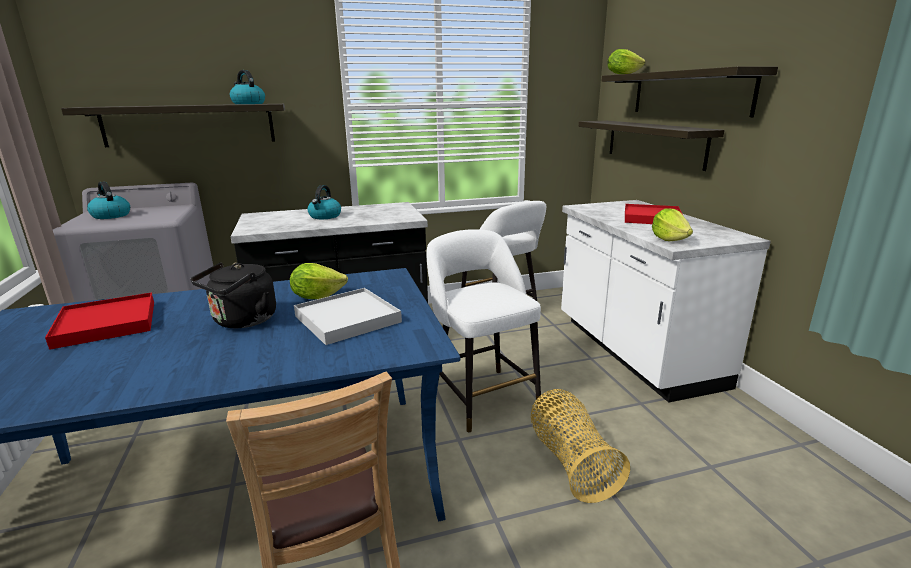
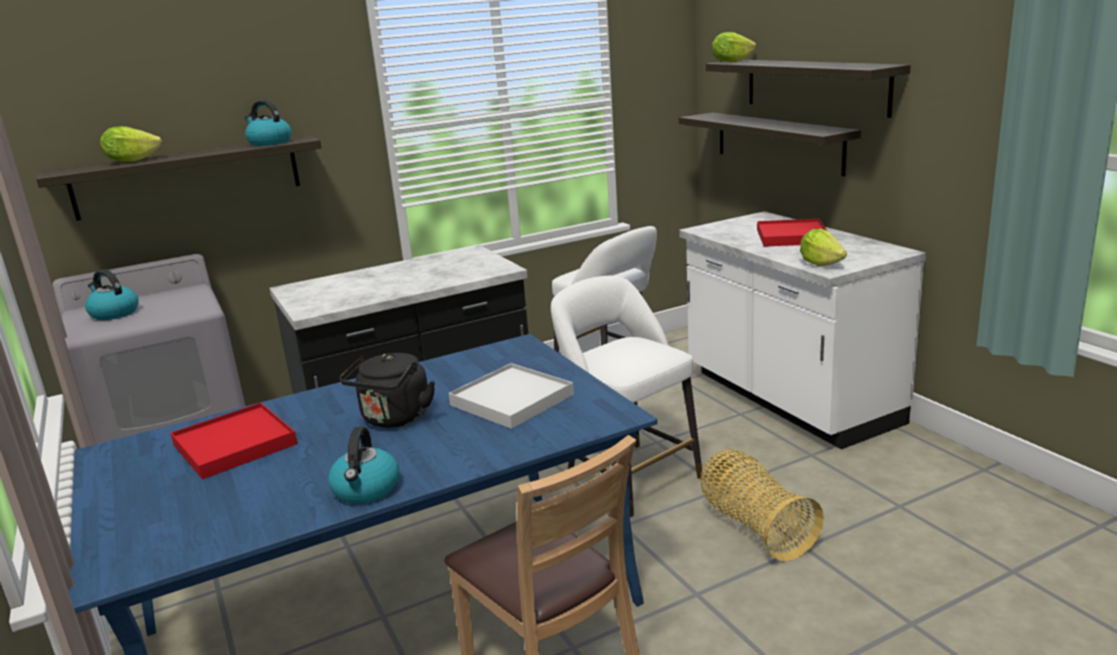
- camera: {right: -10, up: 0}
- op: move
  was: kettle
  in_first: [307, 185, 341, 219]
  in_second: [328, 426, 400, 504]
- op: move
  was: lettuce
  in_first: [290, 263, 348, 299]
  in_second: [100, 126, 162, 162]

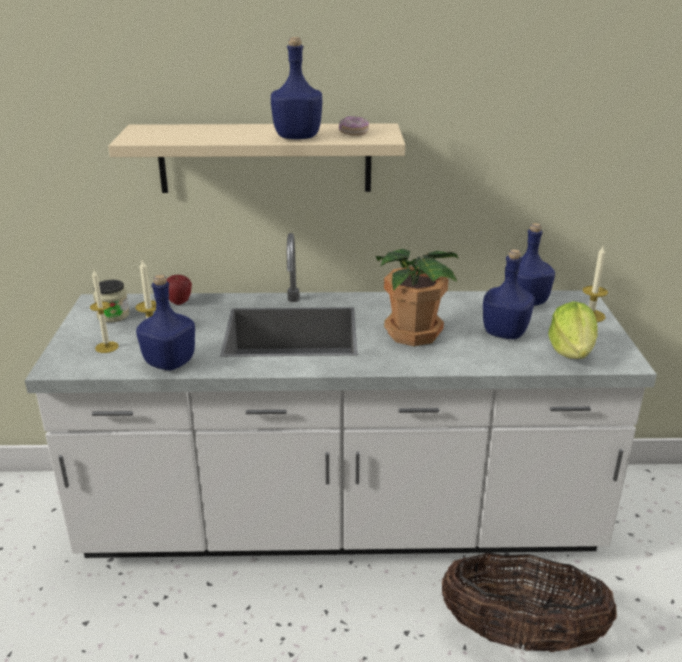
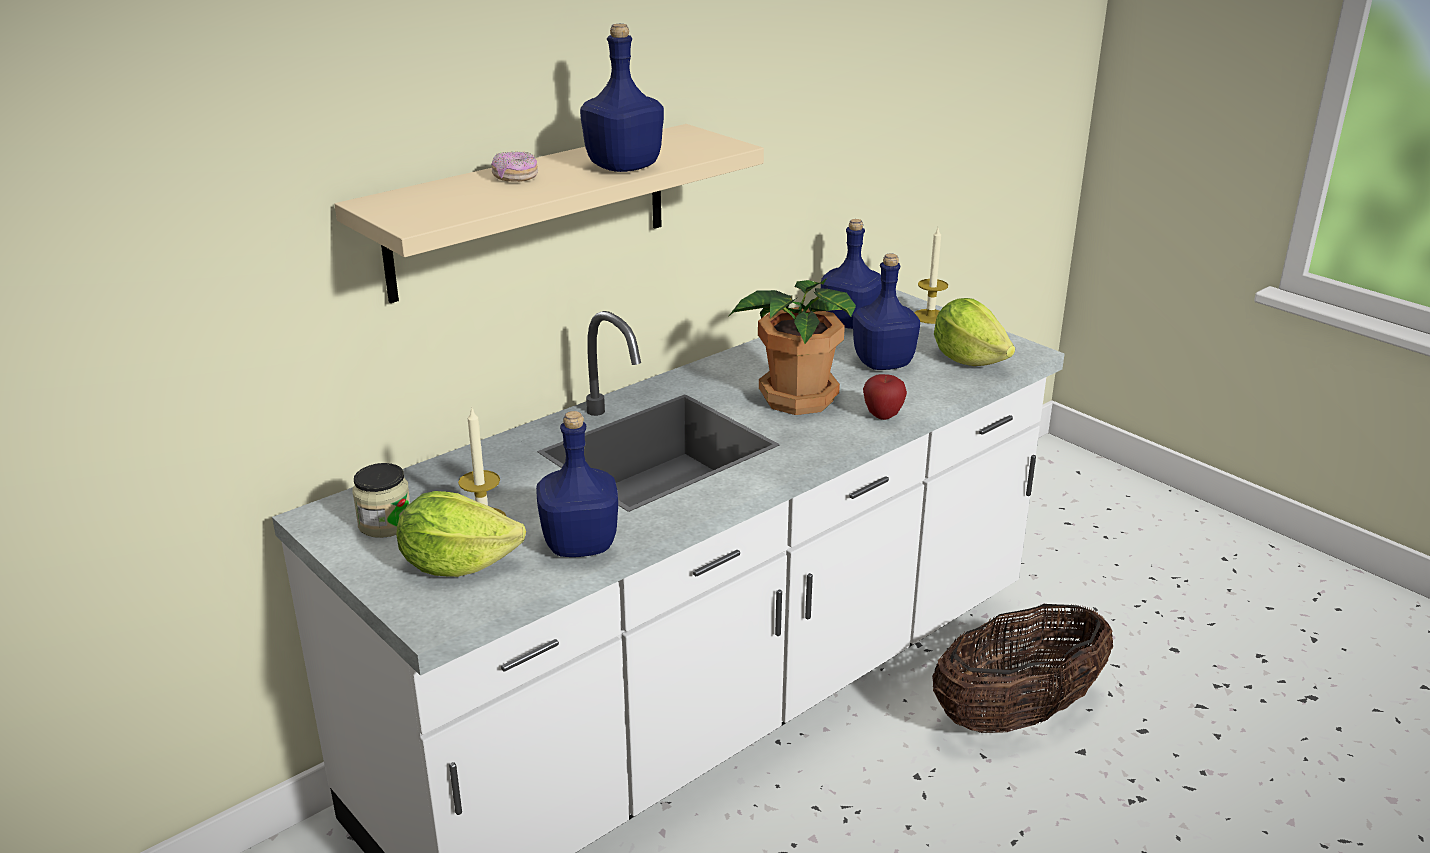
- camera: {right: -40, up: 0}
- op: move
  was: donut
  in_first: [339, 116, 369, 136]
  in_second: [491, 152, 538, 182]
- op: replace
  was: candle
  now: lettuce
  in_first: [90, 270, 119, 353]
  in_second: [397, 491, 526, 577]
- op: move
  was: apple
  in_first: [167, 275, 192, 305]
  in_second: [863, 374, 907, 420]

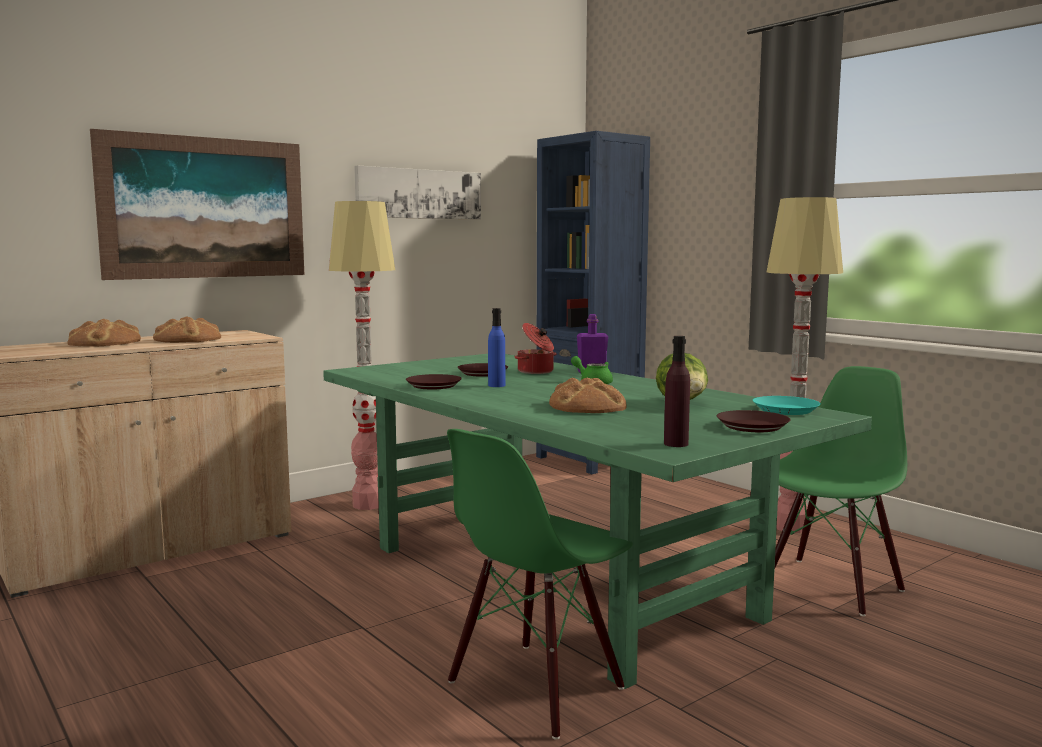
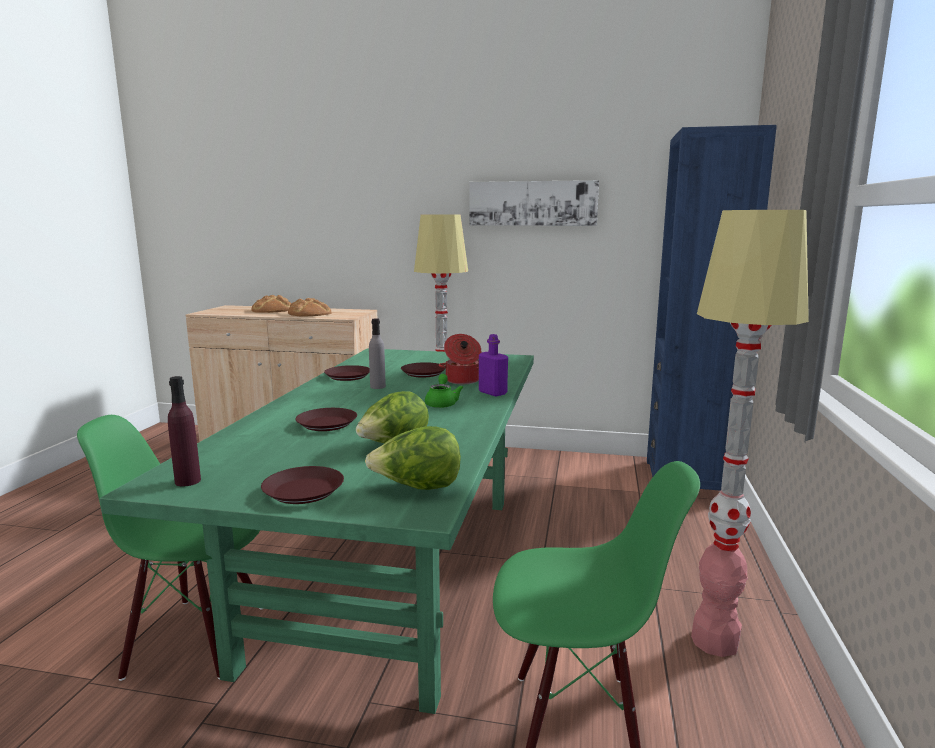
- camera: {right: 50, up: 5}
- op: delete
  was: picture
  in_first: [90, 129, 304, 280]
- op: recolor
  was: blue bottle
  now: grey bottle
  in_first: [488, 308, 506, 387]
  in_second: [369, 318, 386, 389]
- op: replace
  was: bread
  now: brown plate
  in_first: [549, 377, 627, 413]
  in_second: [295, 408, 357, 431]
- op: replace
  was: turquoise plate
  now: lettuce
  in_first: [753, 396, 821, 415]
  in_second: [365, 426, 461, 490]

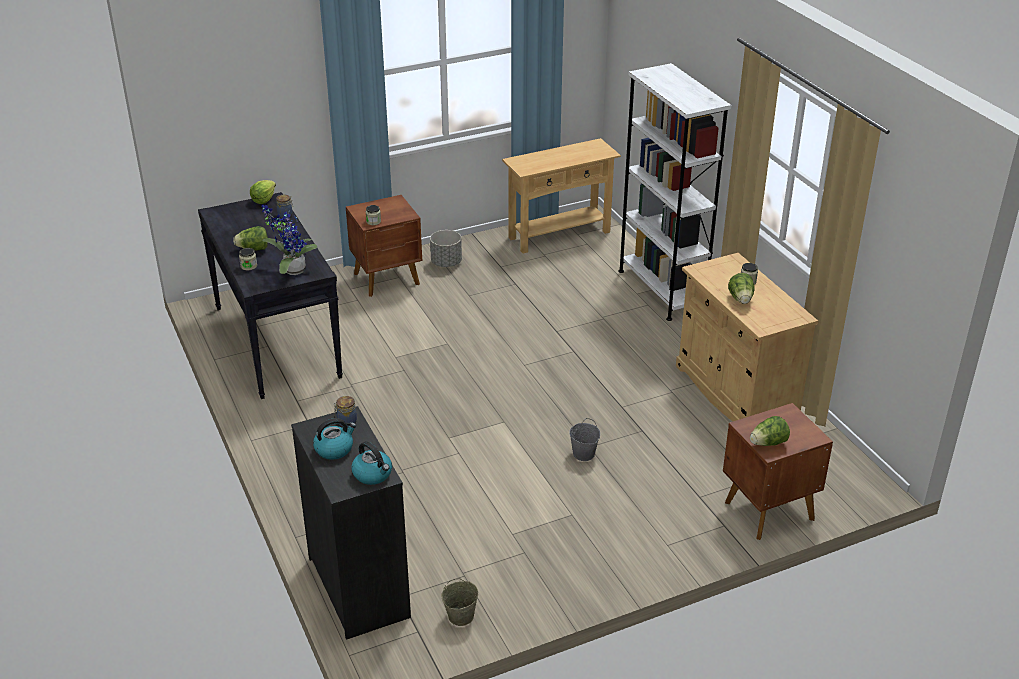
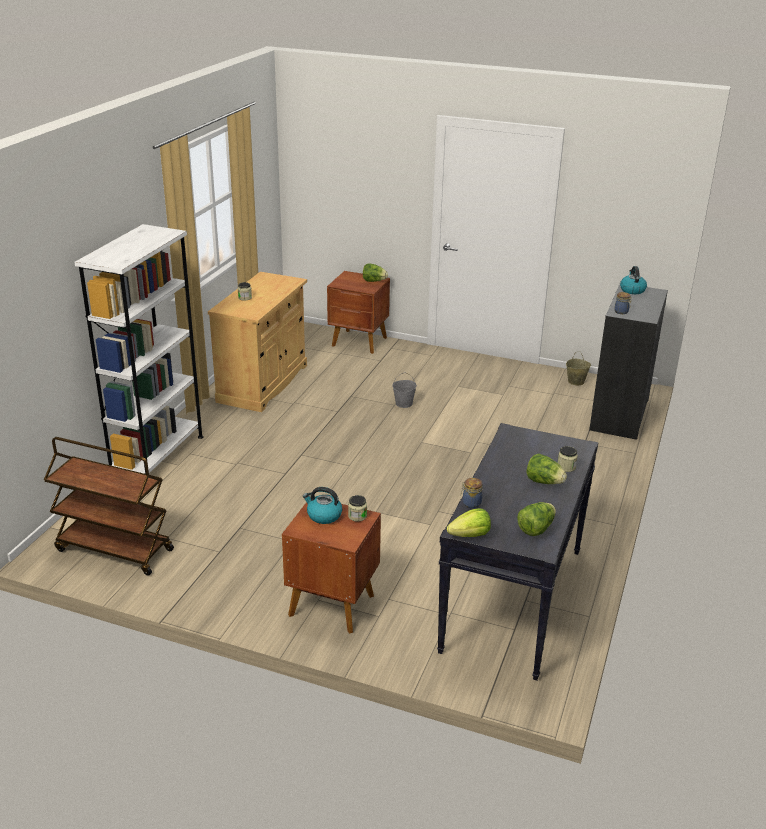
- camera: {right: -135, up: -5}
- op: replace
  was: beige console table
  now: brown cart
  in_first: [502, 138, 621, 253]
  in_second: [44, 437, 174, 576]
- op: delete
  was: potted plant
  in_first: [261, 205, 317, 275]
- op: delete
  was: grey planter
  in_first: [430, 230, 462, 267]
- op: move
  was: lettuce
  in_first: [728, 273, 755, 304]
  in_second: [517, 502, 556, 536]
- op: move
  was: kettle
  in_first: [313, 418, 356, 460]
  in_second: [303, 487, 342, 524]

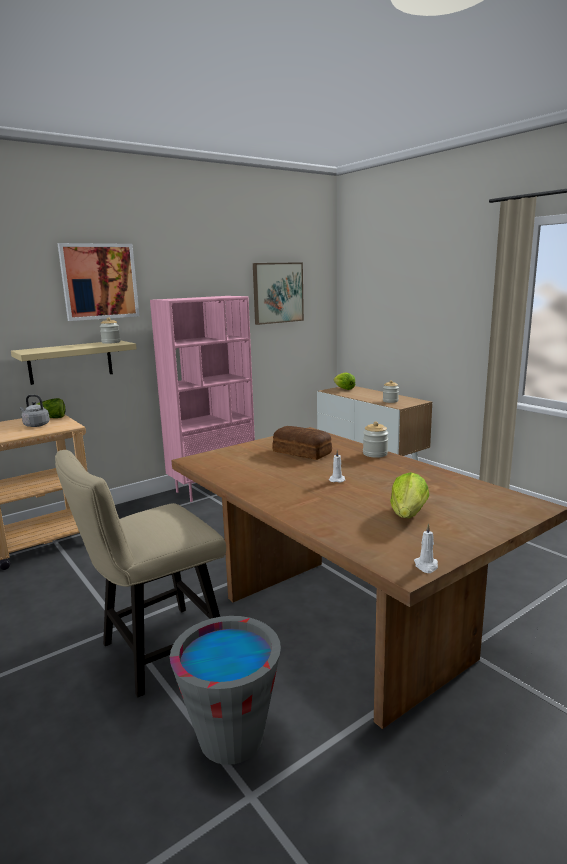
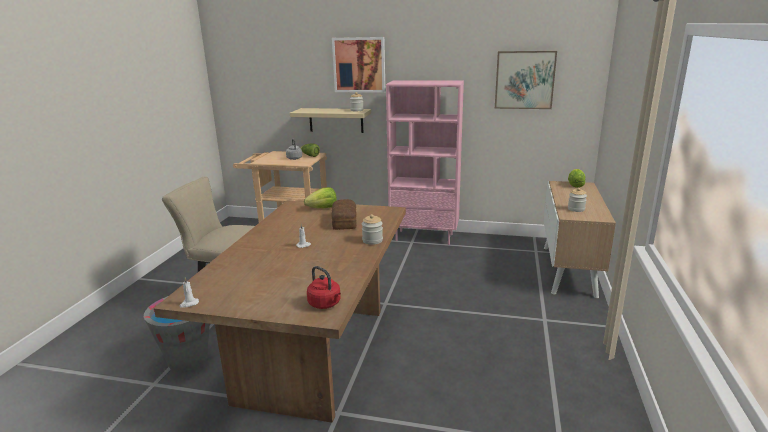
- camera: {right: 50, up: 5}
- op: move
  was: lettuce
  in_first: [390, 472, 429, 518]
  in_second: [304, 187, 337, 208]
- op: insert
  now: red kettle
  in_second: [307, 266, 341, 309]

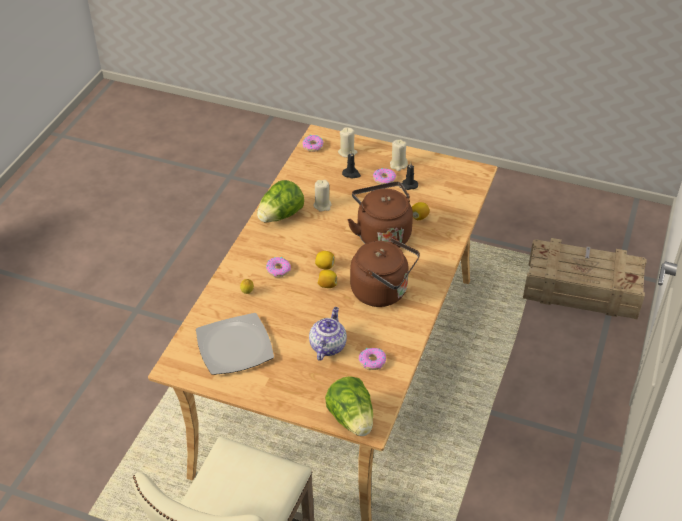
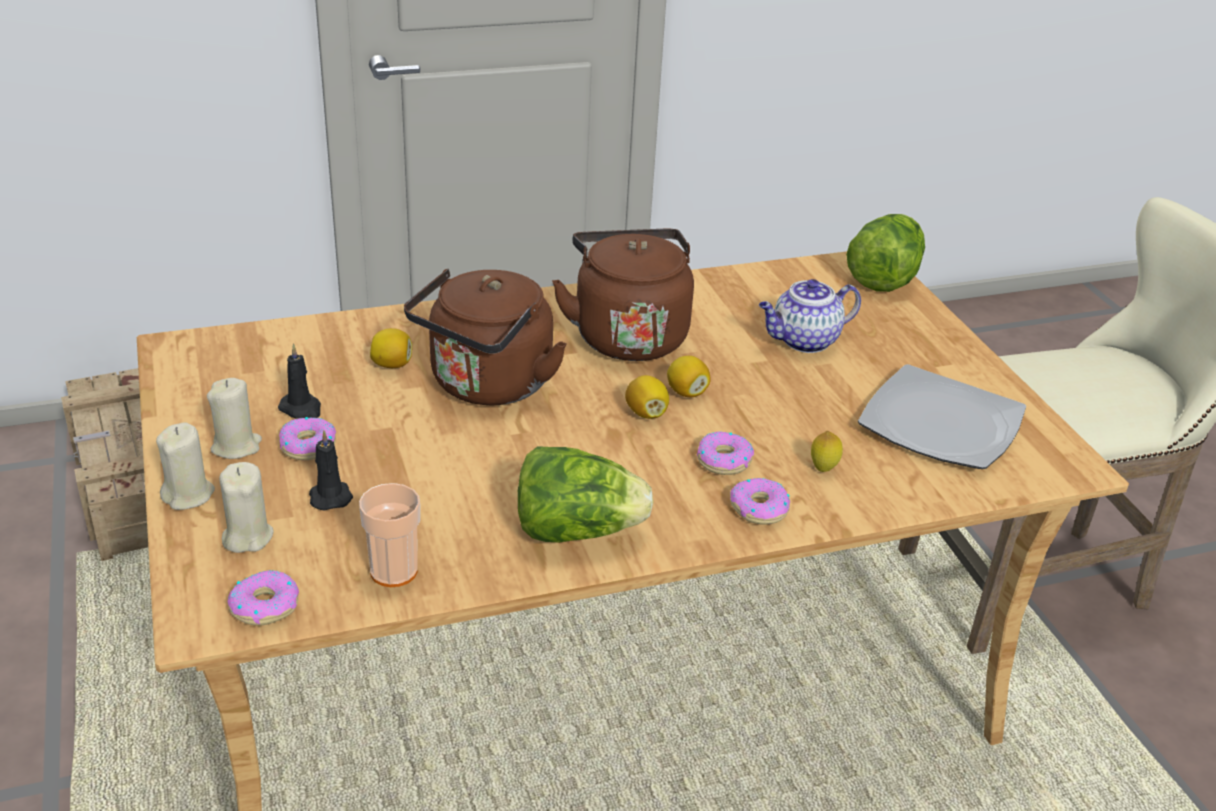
- camera: {right: -130, up: -10}
- op: move
  was: beige candle
  in_first: [314, 180, 332, 212]
  in_second: [156, 423, 215, 510]
- op: move
  was: donut
  in_first: [358, 348, 386, 370]
  in_second: [730, 478, 790, 525]
- op: insert
  now: cup
  in_second: [359, 483, 420, 587]

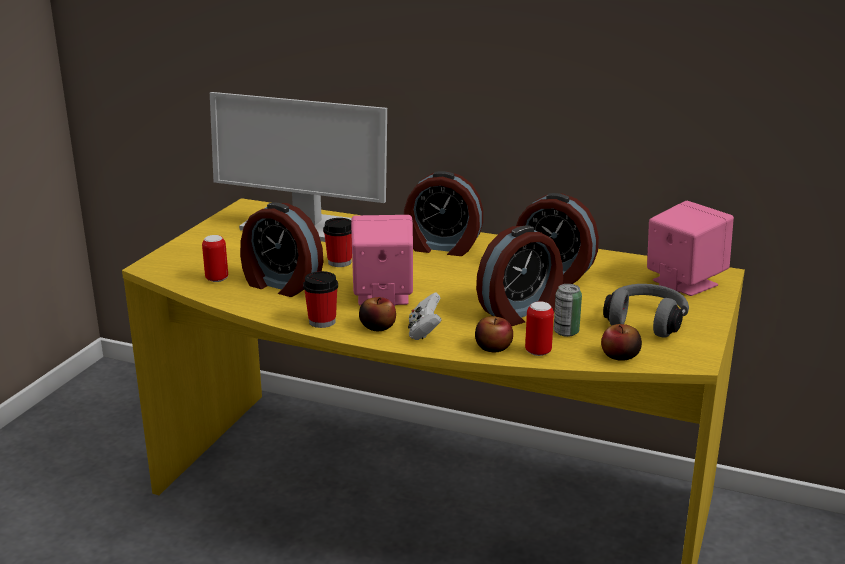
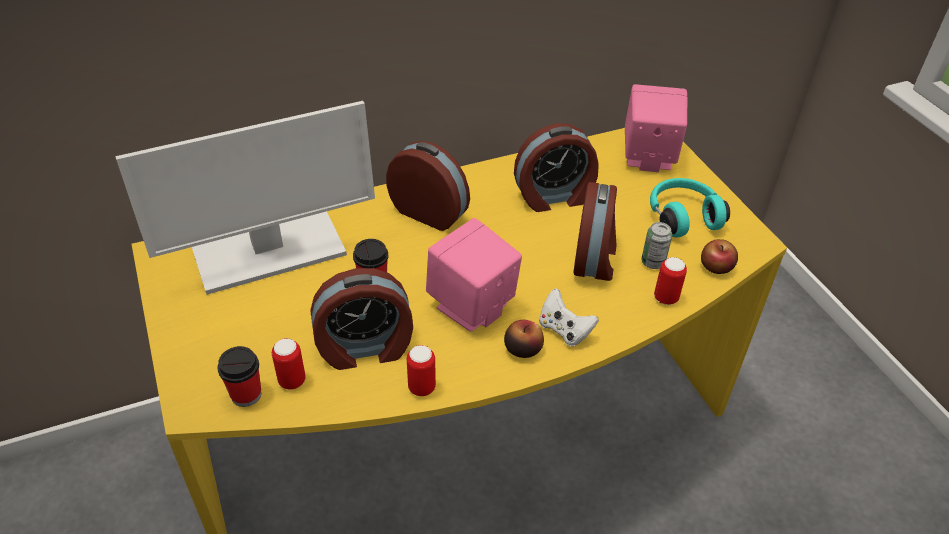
- camera: {right: -45, up: 20}
- op: rotate
  was: alarm clock
  in_first: [404, 171, 483, 256]
  in_second: [386, 141, 470, 231]
  clockwise: -120
- op: move
  was: cup
  in_first: [303, 271, 338, 328]
  in_second: [218, 346, 262, 407]
- op: recolor
  was: grey headphones
  now: turquoise headphones
  in_first: [603, 284, 689, 338]
  in_second: [650, 178, 730, 238]
- op: delete
  was: apple
  in_first: [475, 316, 513, 352]
- op: insert
  now: can
  in_second: [407, 345, 436, 396]

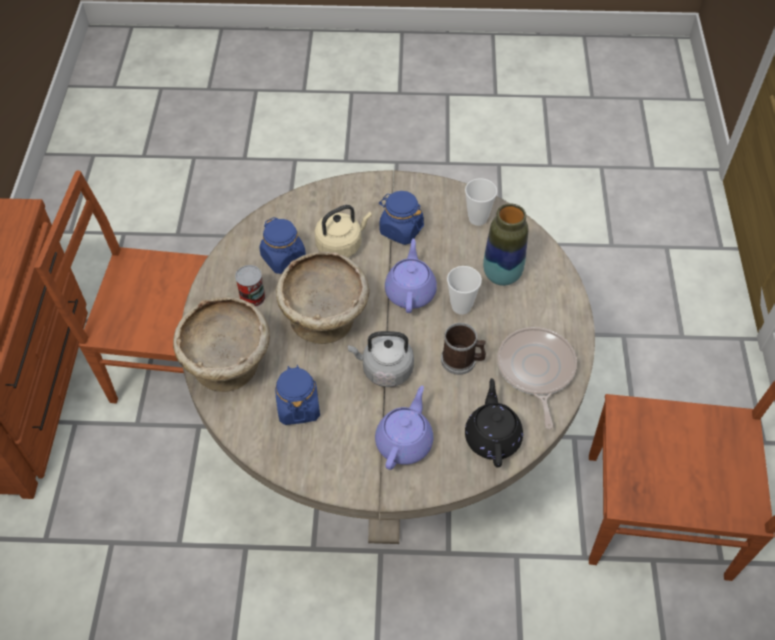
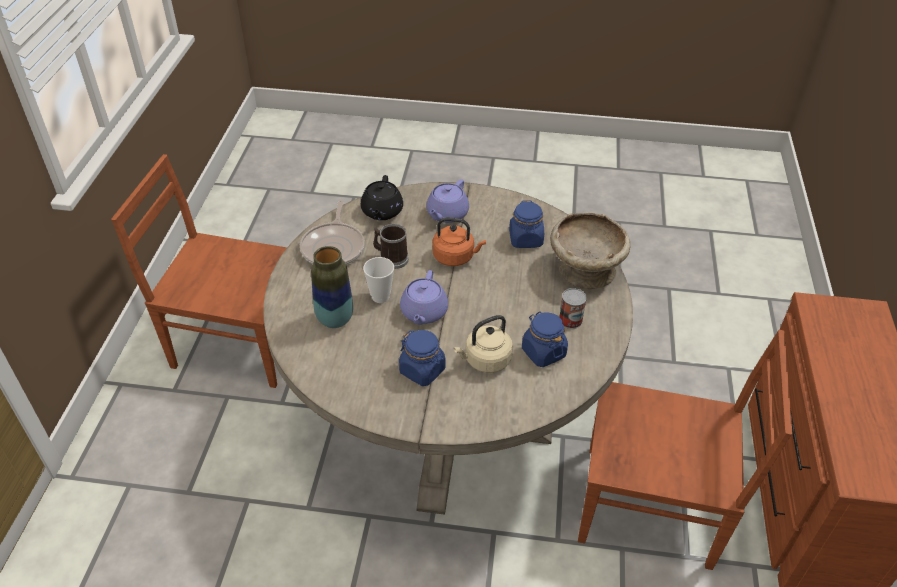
- camera: {right: -175, up: -10}
- op: delete
  was: cup
  in_first: [465, 178, 497, 226]
- op: delete
  was: beige bowl
  in_first: [276, 252, 370, 344]
- op: recolor
  was: grey kettle
  now: orange kettle
  in_first: [348, 331, 414, 387]
  in_second: [433, 217, 486, 266]

